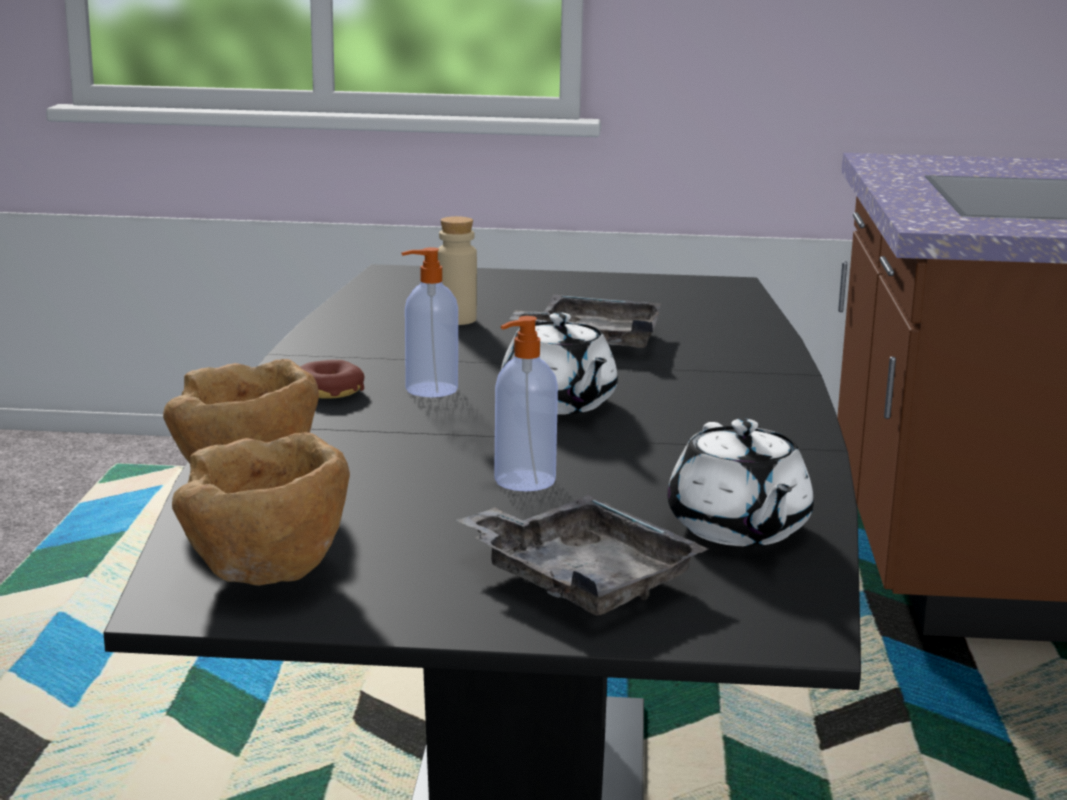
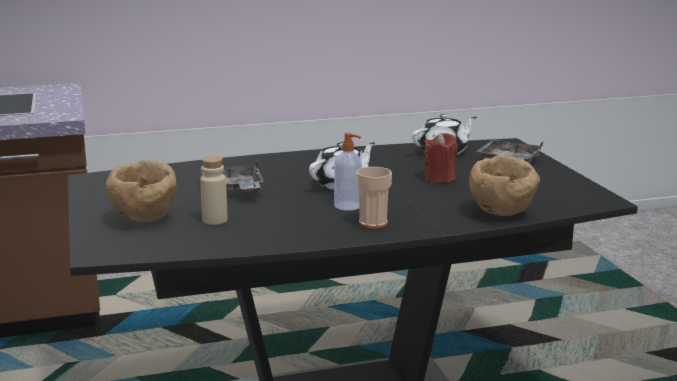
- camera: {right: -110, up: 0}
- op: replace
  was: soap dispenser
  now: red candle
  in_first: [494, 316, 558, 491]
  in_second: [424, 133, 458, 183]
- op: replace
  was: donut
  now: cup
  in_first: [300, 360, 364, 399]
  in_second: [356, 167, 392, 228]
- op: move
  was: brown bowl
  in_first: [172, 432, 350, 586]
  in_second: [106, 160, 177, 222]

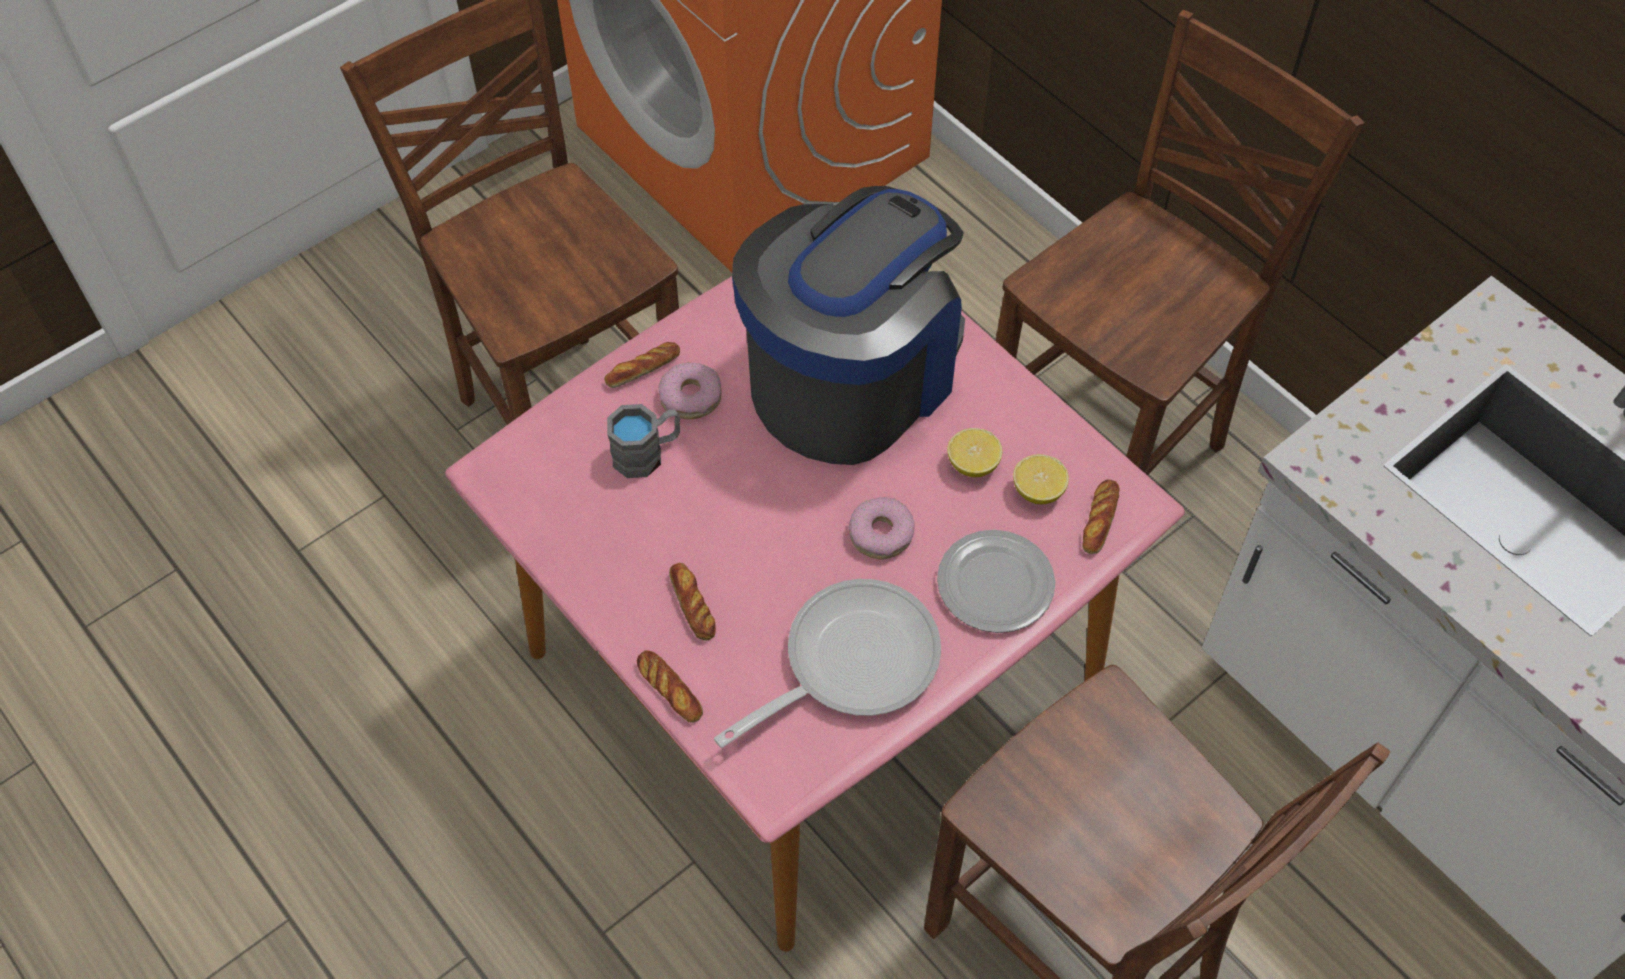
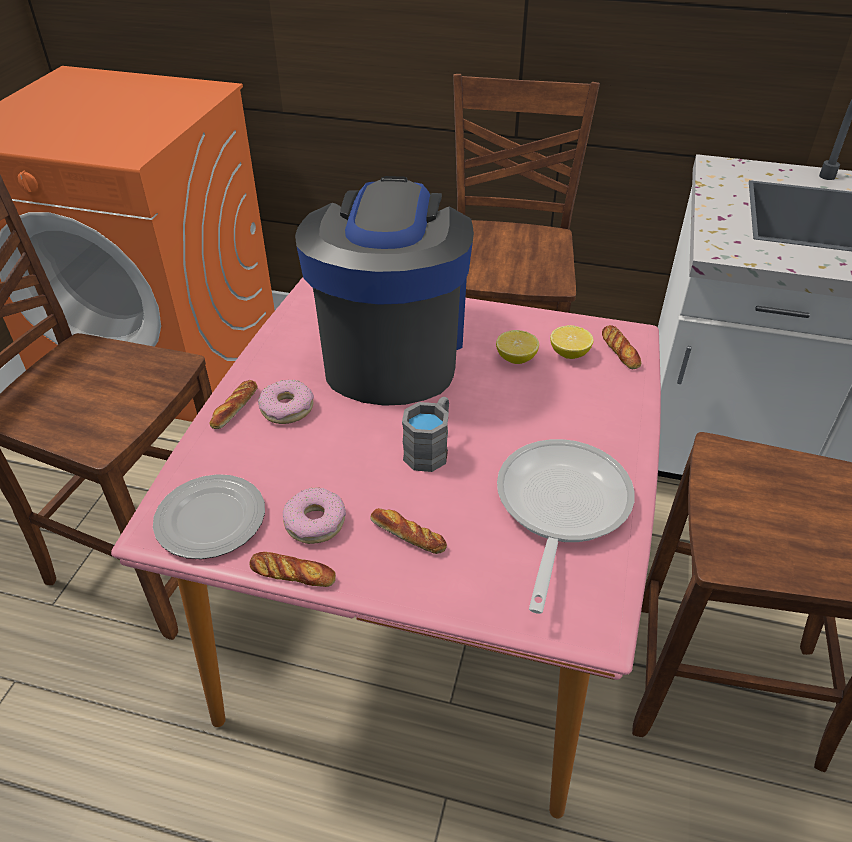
- camera: {right: -35, up: -15}
- op: move
  was: grey mug
  in_first: [607, 404, 680, 478]
  in_second: [402, 397, 449, 472]
- op: move
  was: donut
  in_first: [849, 497, 915, 560]
  in_second: [283, 488, 346, 544]
- op: move
  was: plate
  in_first: [937, 530, 1055, 633]
  in_second: [153, 474, 265, 559]
- op: move
  was: bread
  in_first: [637, 650, 703, 723]
  in_second: [250, 552, 336, 587]

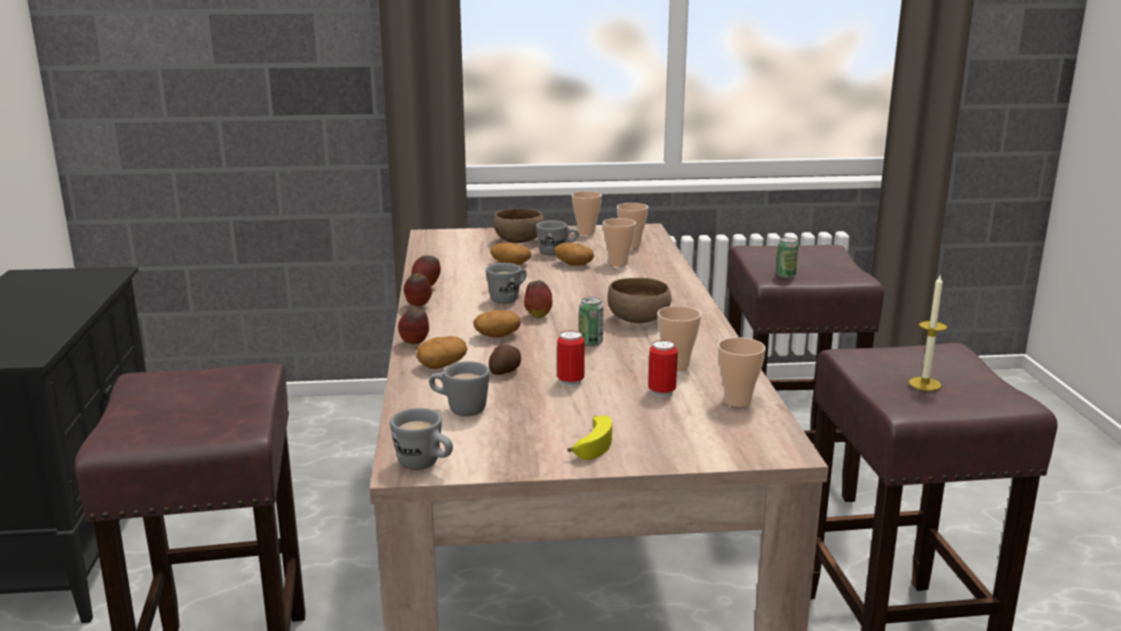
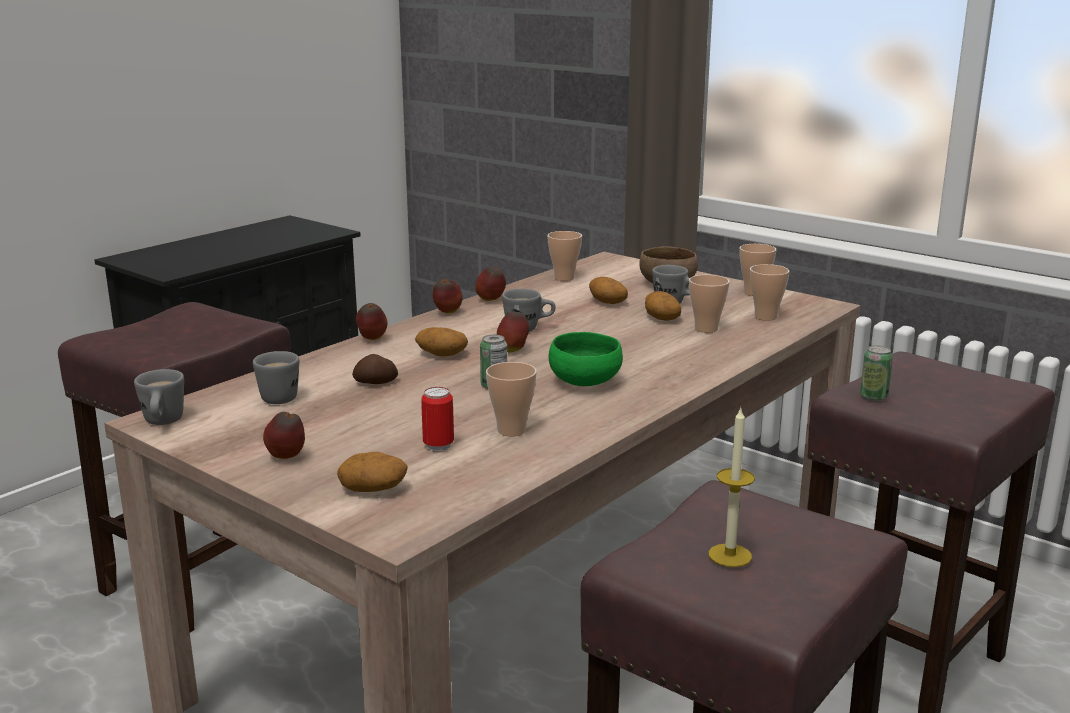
- camera: {right: 45, up: 0}
- op: recolor
  was: brown bowl
  now: green bowl
  in_first: [607, 278, 672, 323]
  in_second: [548, 332, 623, 386]
- op: delete
  was: can
  in_first: [557, 330, 585, 386]
- op: move
  was: potato
  in_first: [416, 336, 467, 369]
  in_second: [337, 452, 407, 492]
- op: move
  was: cup
  in_first: [718, 337, 766, 407]
  in_second: [547, 231, 582, 281]
- op: replace
  was: banana
  now: apple
  in_first: [567, 415, 612, 460]
  in_second: [263, 412, 305, 459]

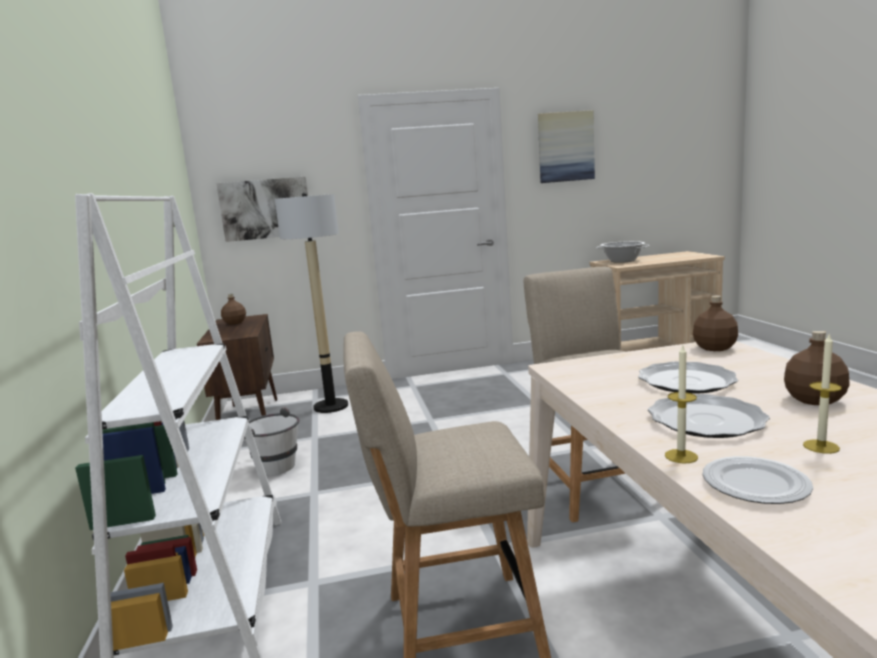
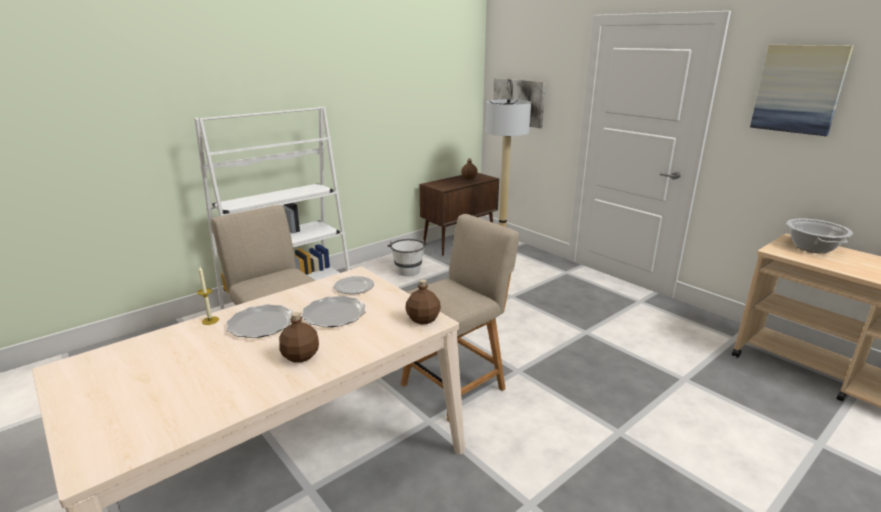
- camera: {right: 60, up: 10}
- op: delete
  was: candle
  in_first: [803, 335, 842, 454]
- op: move
  was: plate
  in_first: [703, 456, 813, 504]
  in_second: [334, 276, 374, 294]

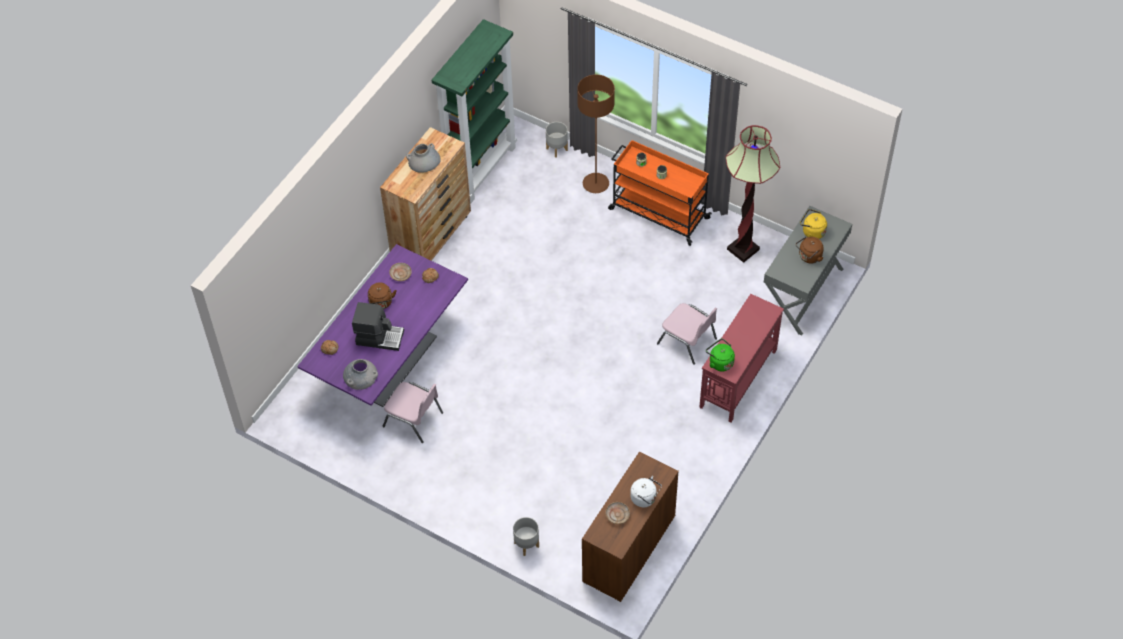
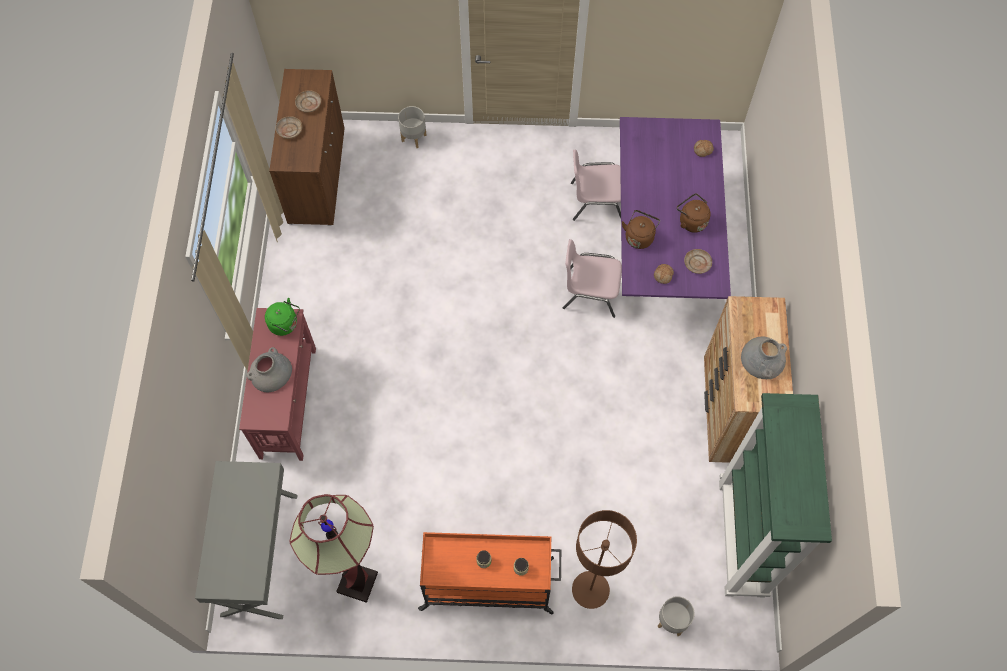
- camera: {right: 150, up: 10}
- op: delete
  was: yellow kettle
  in_first: [800, 209, 827, 239]
- op: move
  was: brown kettle
  in_first: [796, 237, 824, 264]
  in_second: [622, 210, 660, 249]
- op: delete
  was: coffee machine
  in_first: [352, 302, 404, 351]
- op: move
  was: pink chair
  in_first: [657, 303, 717, 365]
  in_second: [563, 239, 622, 318]
- op: move
  was: grey vase
  in_first: [343, 359, 378, 390]
  in_second: [246, 347, 292, 392]
- op: replace
  was: white kettle
  now: beige plate
  in_first: [630, 476, 662, 507]
  in_second: [276, 116, 303, 139]

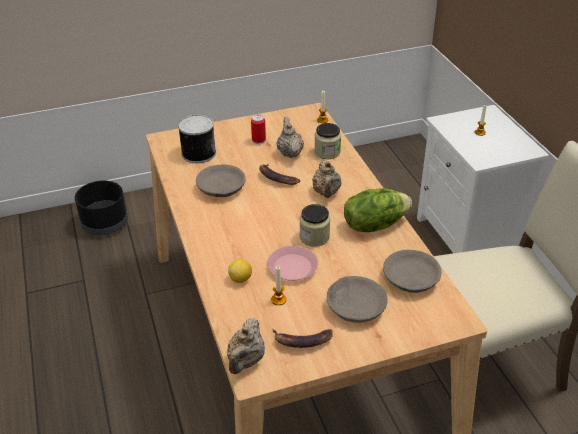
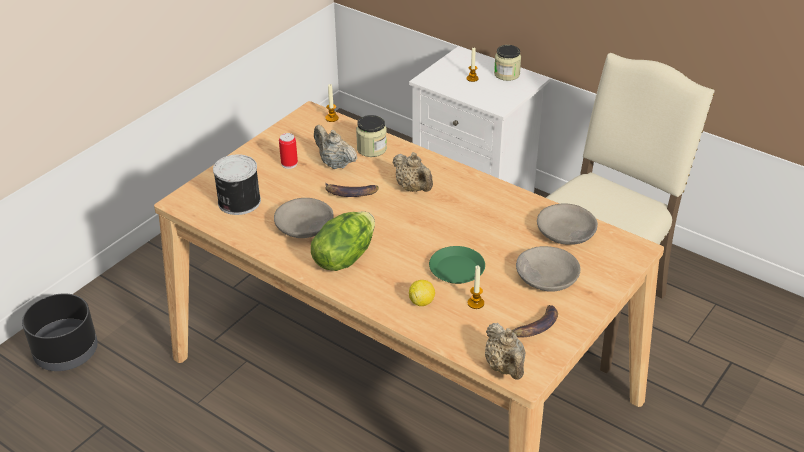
- camera: {right: -35, up: 0}
- op: move
  was: lettuce
  in_first: [344, 188, 412, 232]
  in_second: [311, 211, 375, 271]
- op: move
  was: jar
  in_first: [300, 204, 330, 247]
  in_second: [494, 45, 521, 81]
- op: recolor
  was: pink plate
  now: green plate
  in_first: [267, 246, 318, 281]
  in_second: [429, 246, 485, 284]

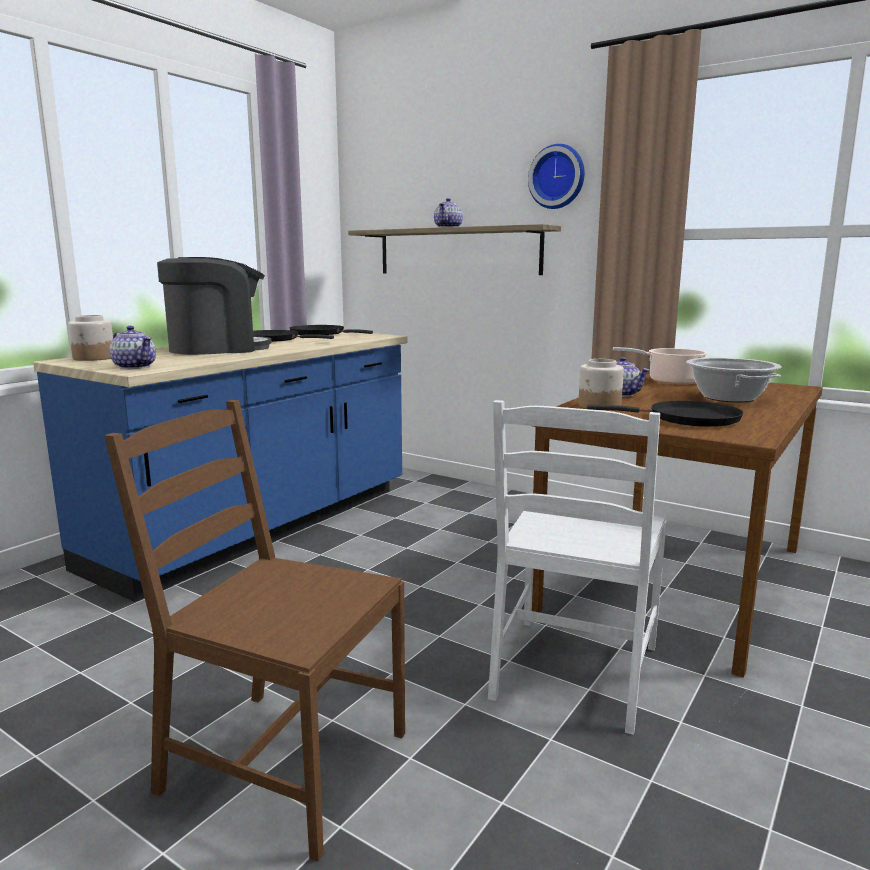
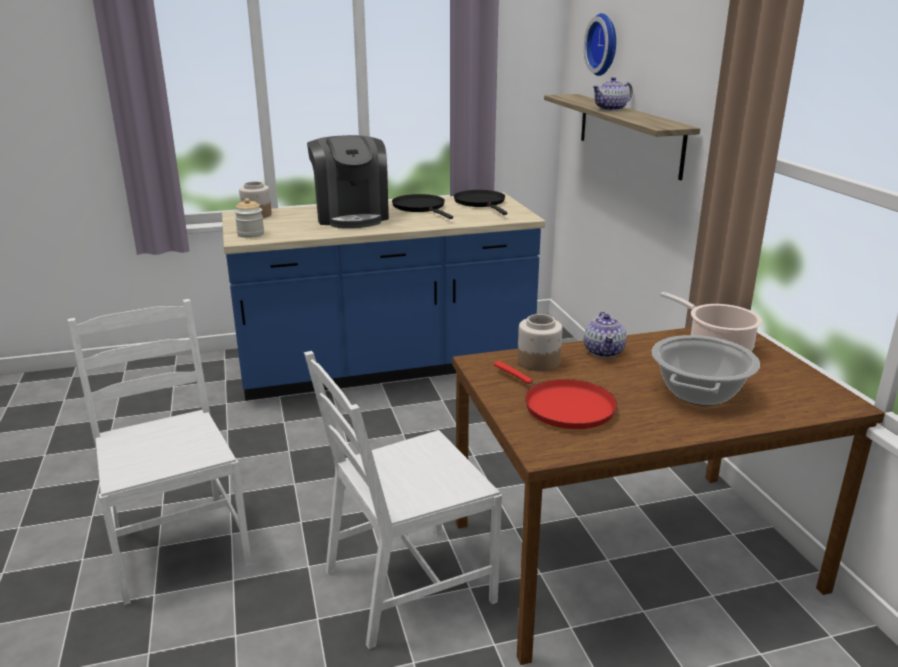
- camera: {right: 40, up: 10}
- op: move
  was: wall clock
  in_first: [528, 144, 585, 209]
  in_second: [584, 13, 616, 76]
- op: rotate
  was: coffee machine
  in_first: [157, 257, 272, 355]
  in_second: [307, 135, 389, 228]
  clockwise: 60
- op: replace
  was: teapot
  now: jar
  in_first: [110, 326, 156, 369]
  in_second: [234, 198, 264, 238]
- op: recolor
  was: brown chair
  now: white chair
  in_first: [104, 400, 405, 861]
  in_second: [68, 299, 252, 605]
- op: recolor
  was: black frying pan
  now: red frying pan
  in_first: [587, 401, 744, 427]
  in_second: [494, 361, 617, 429]

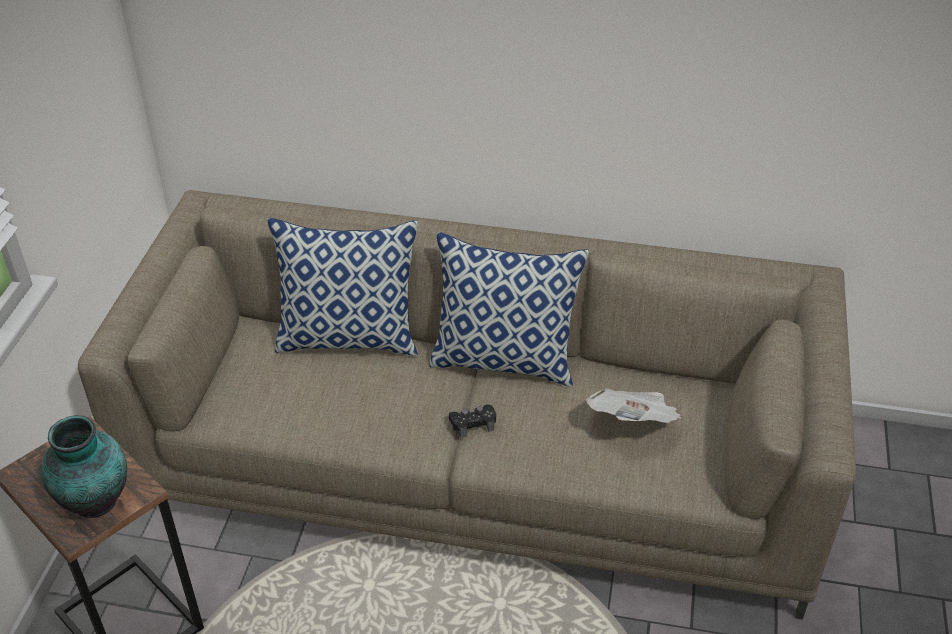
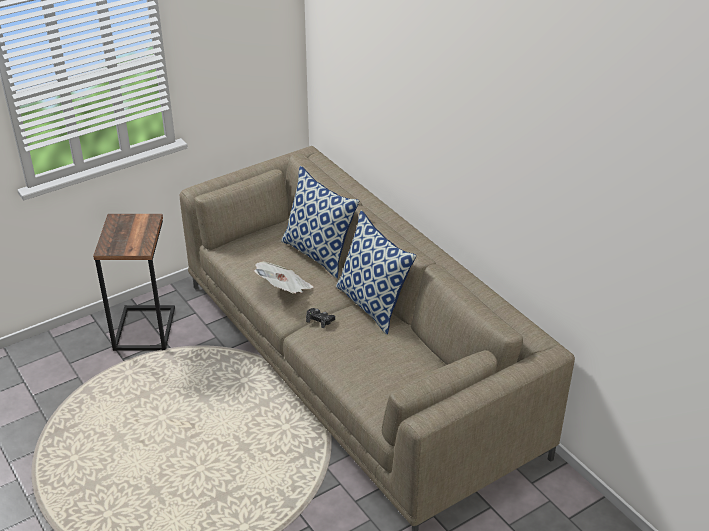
- camera: {right: 45, up: -5}
- op: move
  was: newspaper
  in_first: [586, 388, 682, 423]
  in_second: [254, 261, 314, 294]
- op: delete
  was: vase
  in_first: [41, 415, 127, 518]

